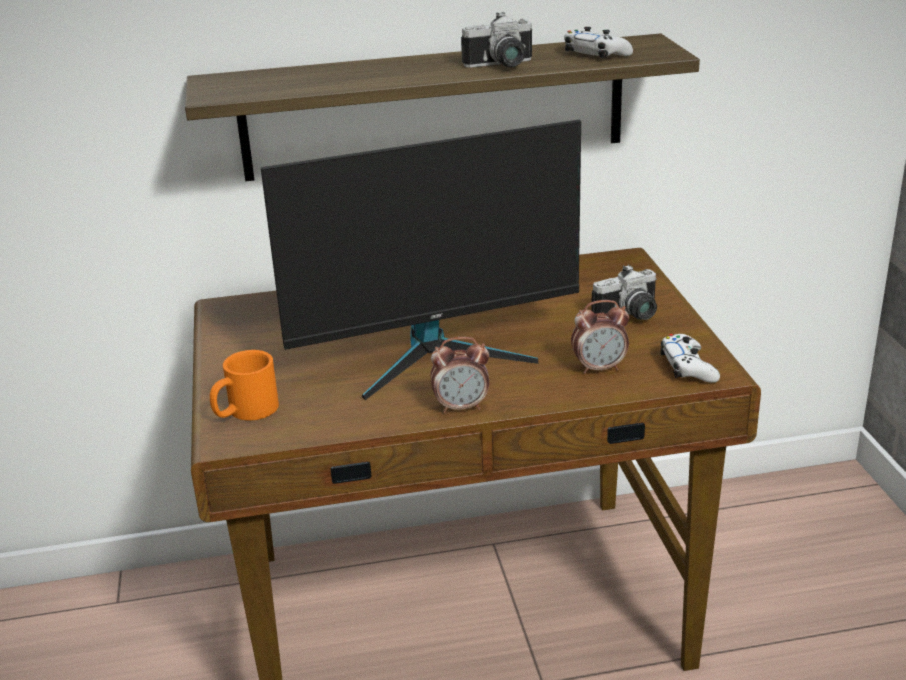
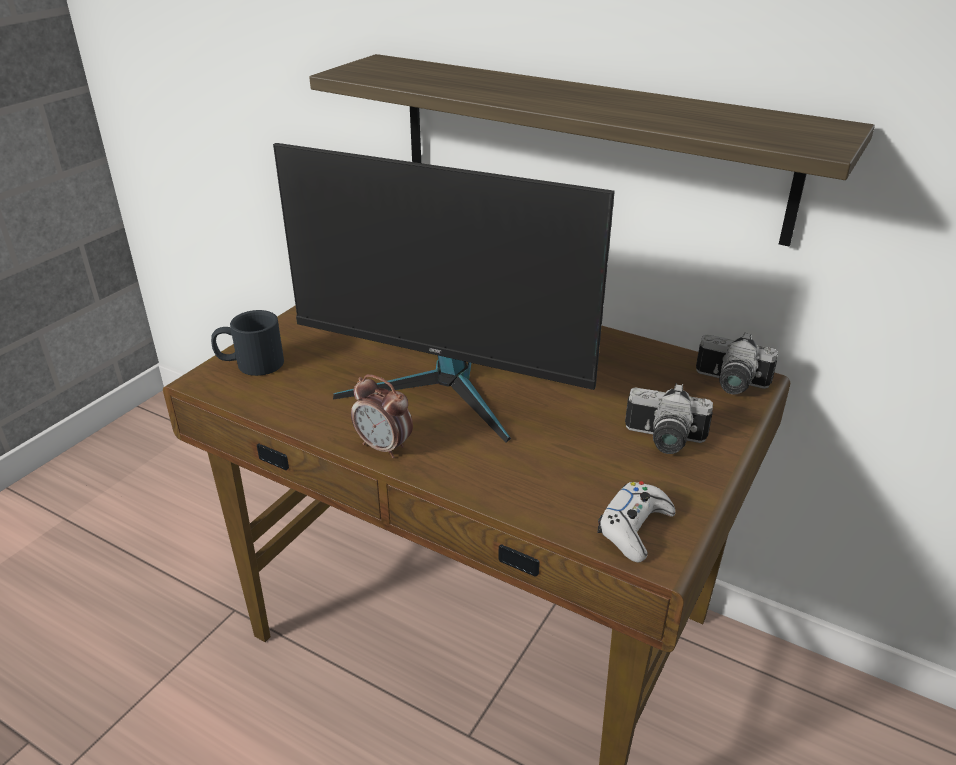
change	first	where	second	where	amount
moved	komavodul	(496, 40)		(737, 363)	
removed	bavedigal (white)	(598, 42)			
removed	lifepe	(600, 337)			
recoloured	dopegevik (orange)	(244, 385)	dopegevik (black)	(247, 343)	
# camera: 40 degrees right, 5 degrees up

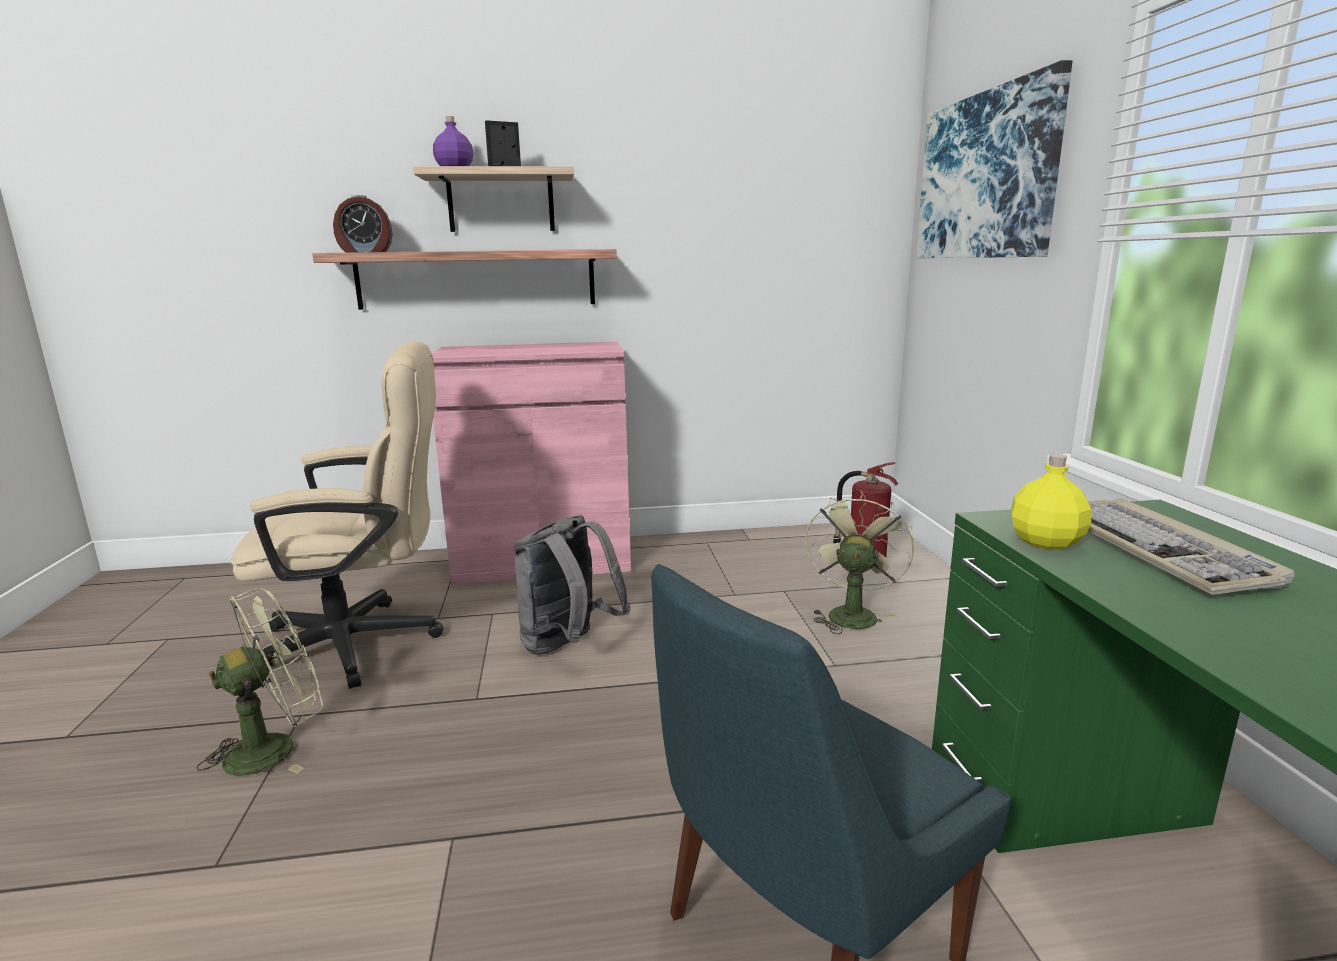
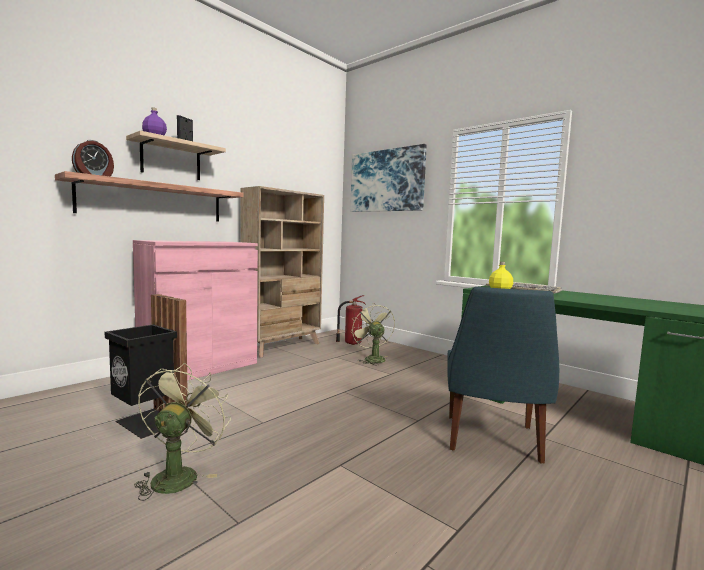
change	first	where	second	where	amount
replaced	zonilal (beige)	(337, 515)	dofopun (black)	(146, 366)	
removed	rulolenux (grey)	(572, 585)			
added			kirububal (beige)	(282, 272)	
# camera: 40 degrees left, 10 degrees down

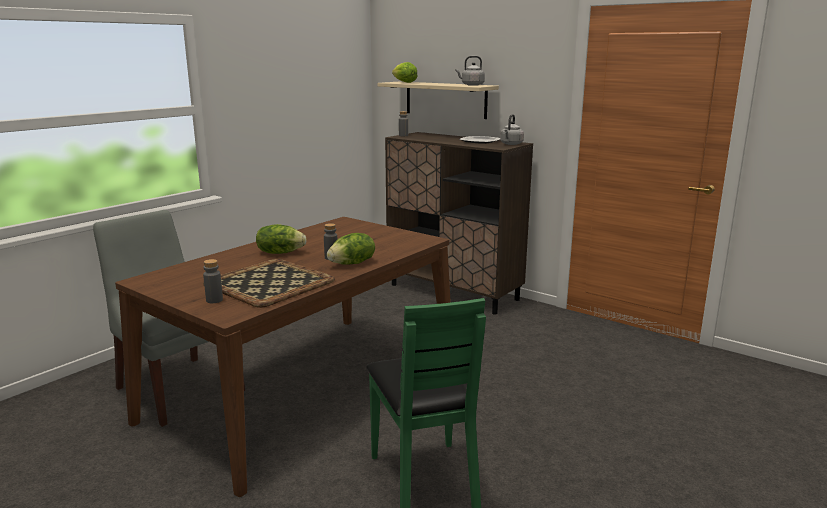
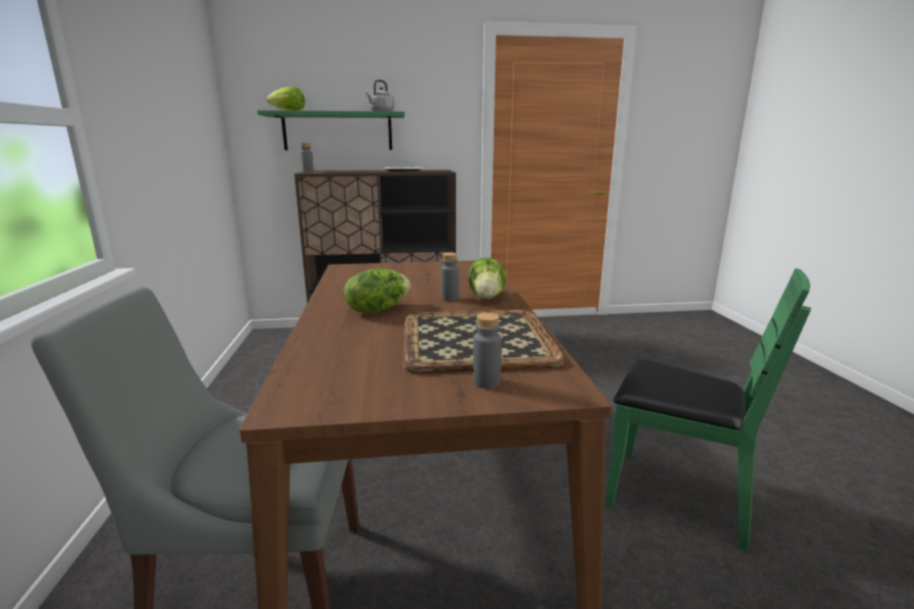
change	first	where	second	where	amount
recoloured	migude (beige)	(438, 100)	migude (green)	(331, 130)	
removed	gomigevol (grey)	(512, 129)			
# camera: 45 degrees left, 0 degrees up

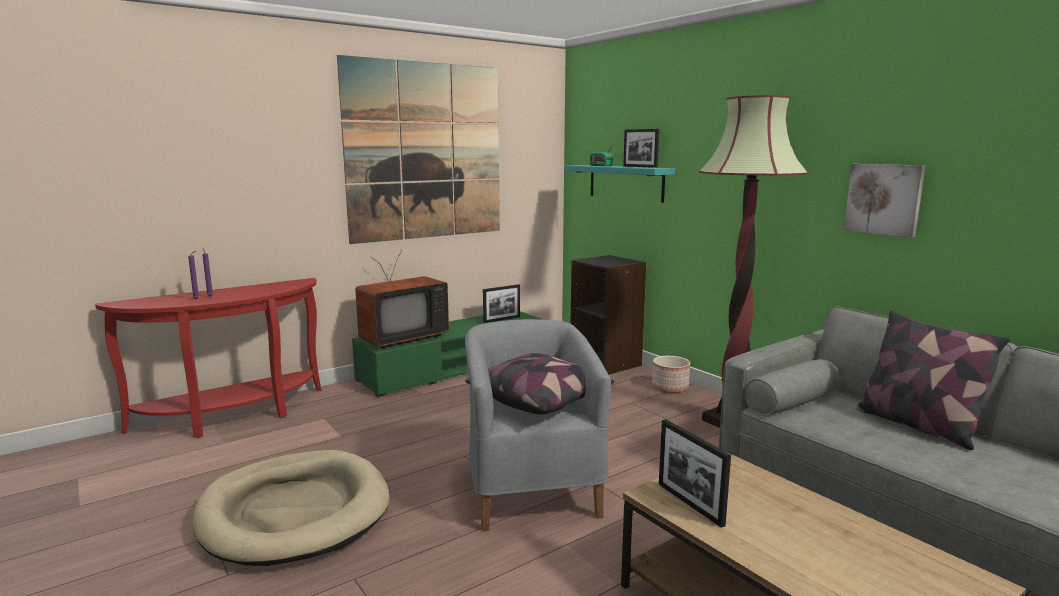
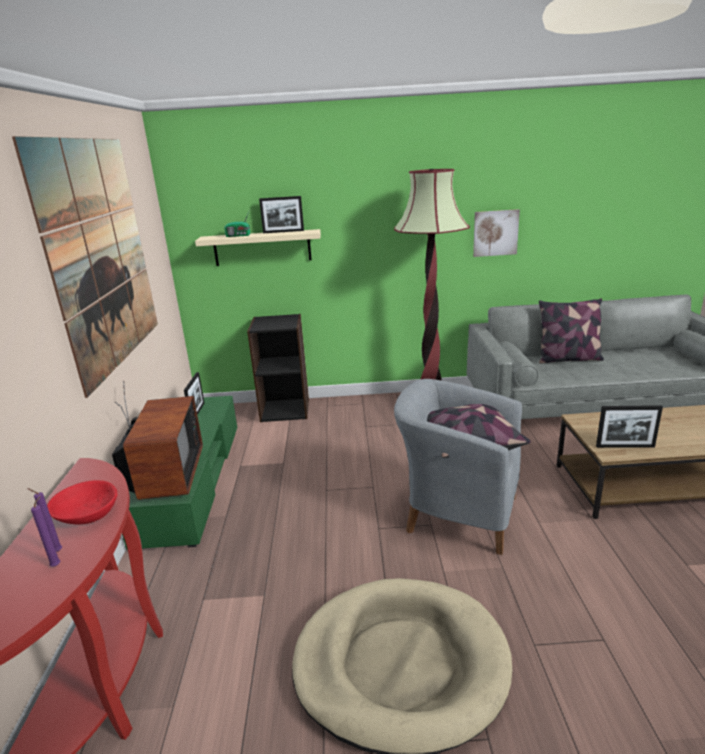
change	first	where	second	where	amount
recoloured	migude (turquoise)	(620, 184)	migude (beige)	(258, 247)	
removed	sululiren	(671, 374)			
added			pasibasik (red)	(82, 502)	
# camera: 55 degrees left, 10 degrees up

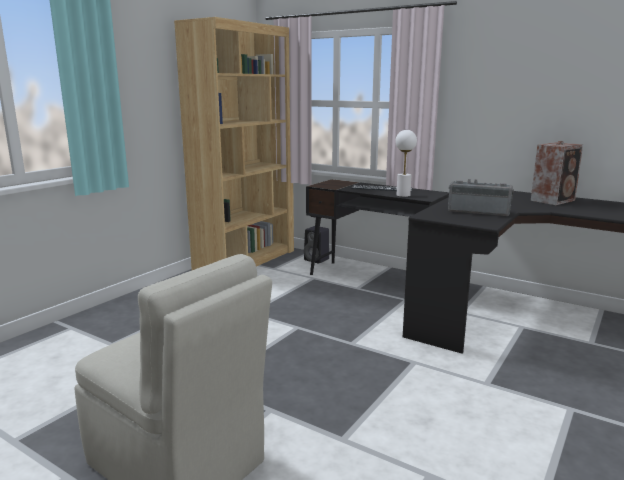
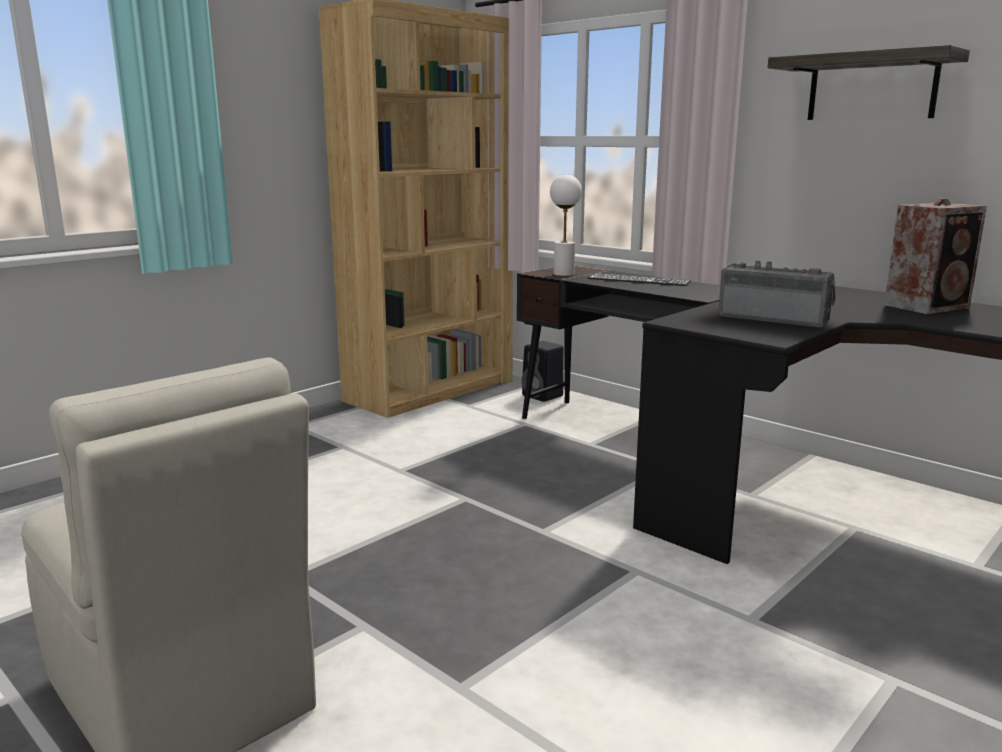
change	first	where	second	where	amount
moved	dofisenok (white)	(406, 163)		(566, 225)	
added			migude	(869, 82)	
# camera: 10 degrees right, 0 degrees up

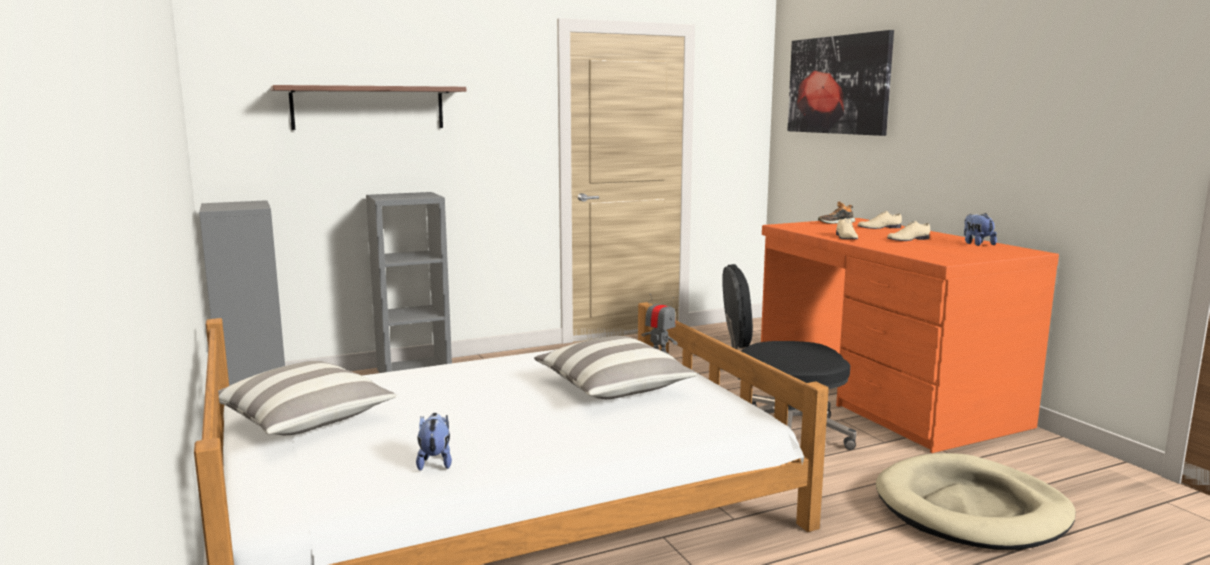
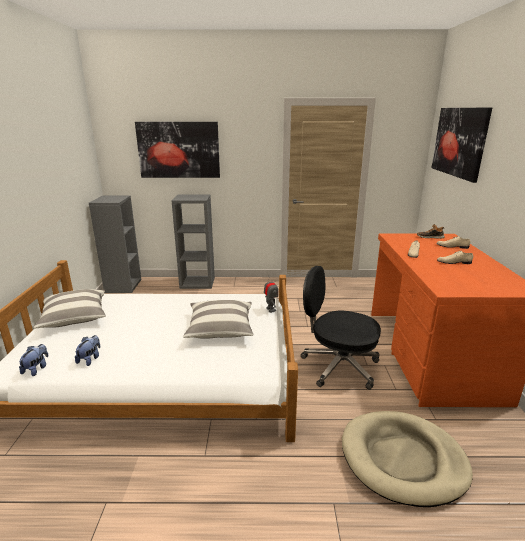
change	first	where	second	where	amount
replaced	migude	(368, 107)	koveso	(177, 150)	
moved	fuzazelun	(980, 229)		(34, 360)	
# camera: 25 degrees right, 10 degrees up

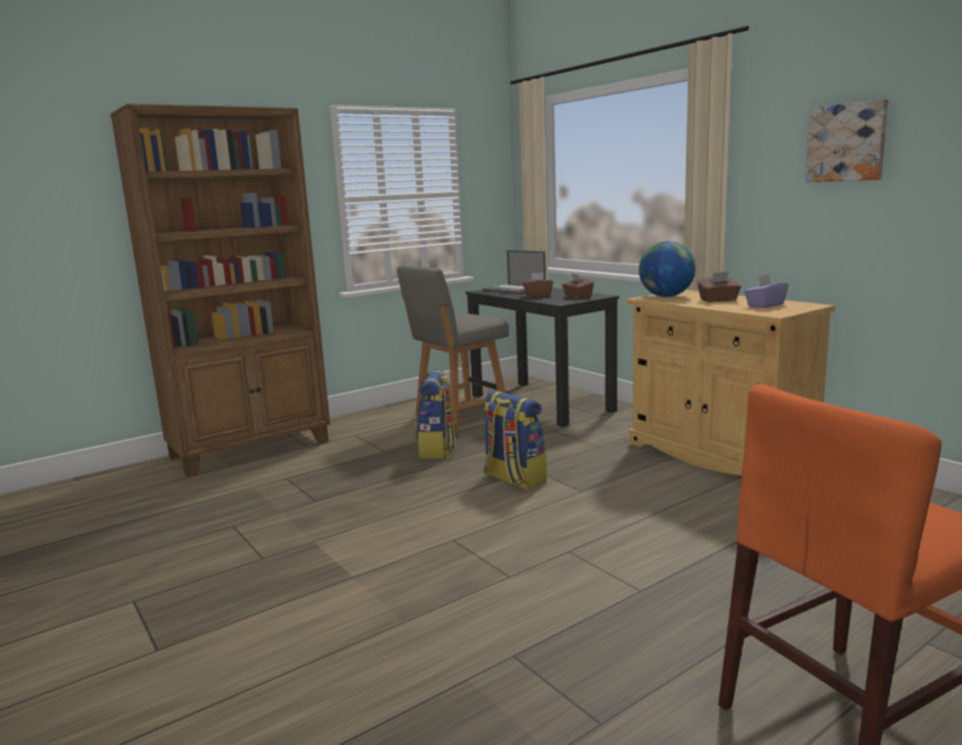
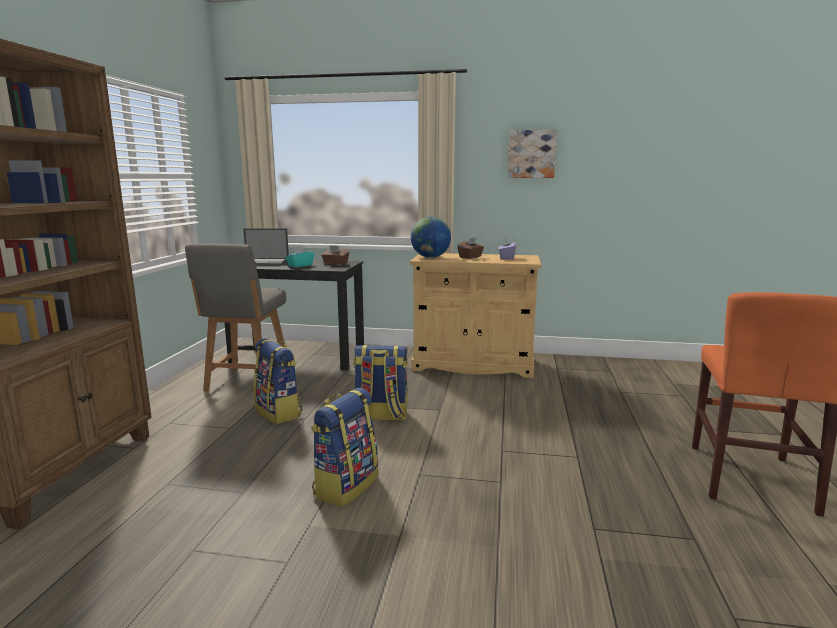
change	first	where	second	where	amount
recoloured	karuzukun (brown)	(538, 284)	karuzukun (turquoise)	(299, 256)	
added			rulolenux	(344, 447)	
# camera: 45 degrees left, 0 degrees up

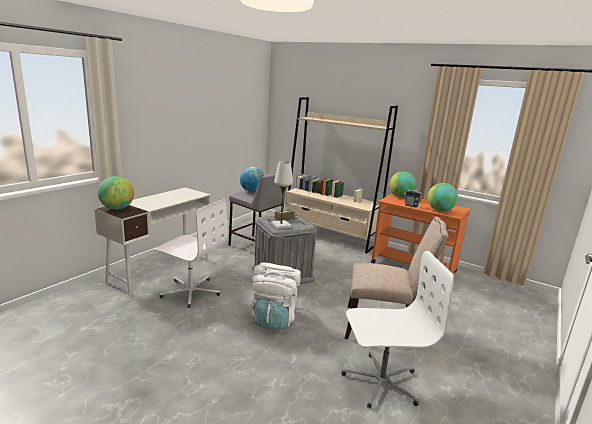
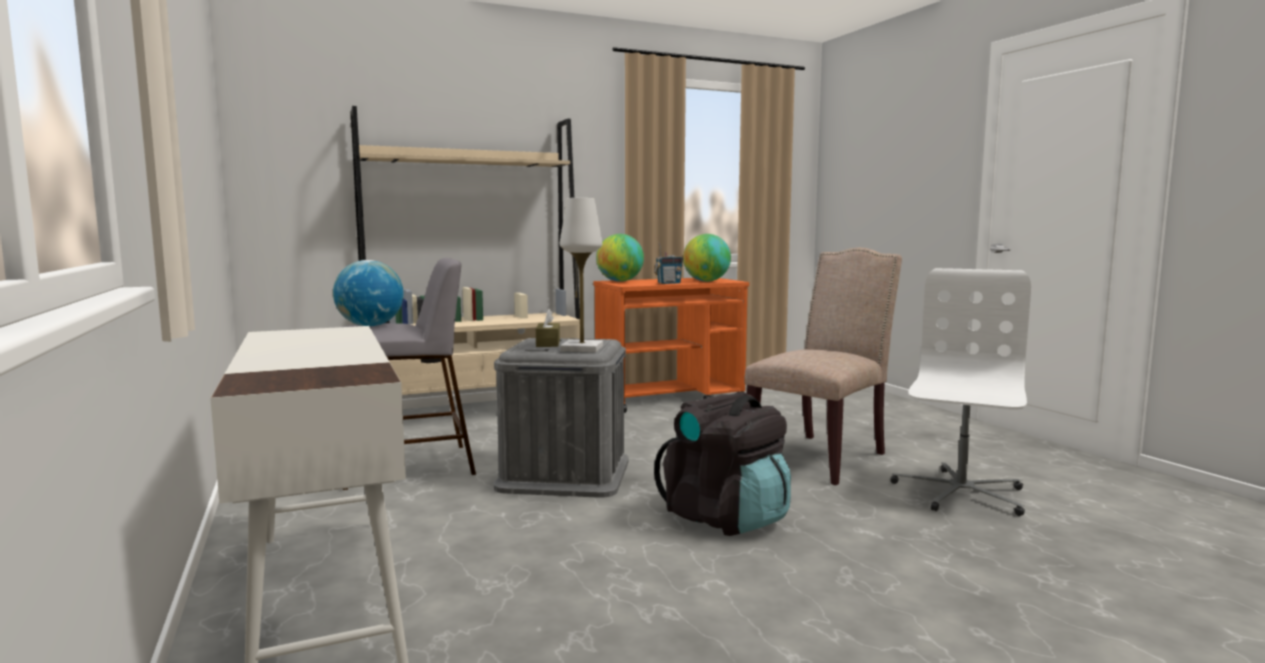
change	first	where	second	where	amount
removed	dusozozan	(116, 193)			
removed	zonilal (white)	(190, 253)			
recoloured	rulolenux (white)	(275, 296)	rulolenux (black)	(722, 464)	
# camera: 55 degrees left, 10 degrees down

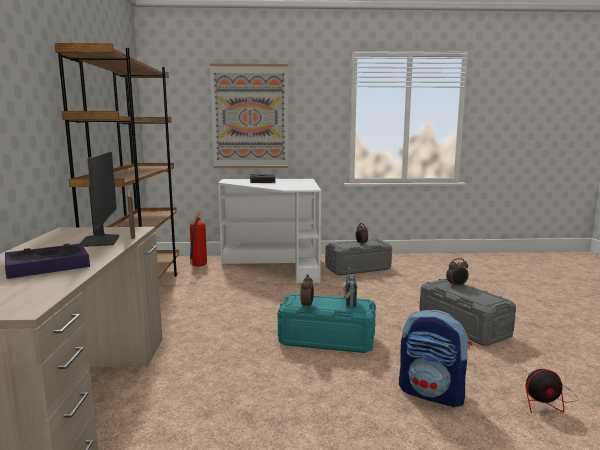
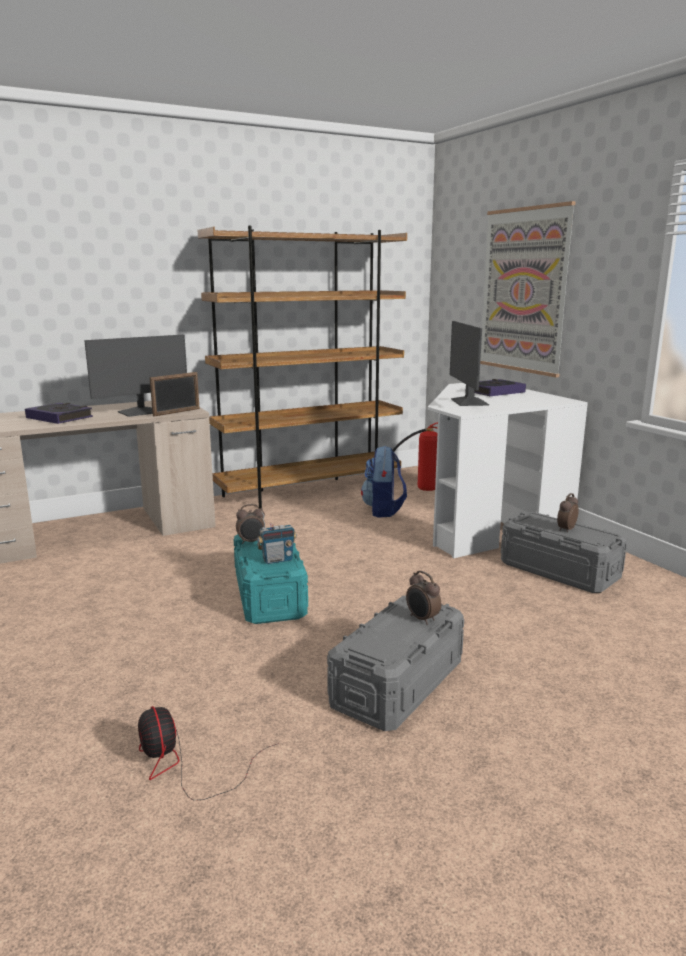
change	first	where	second	where	amount
moved	rulolenux	(435, 359)		(384, 482)	
added			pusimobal	(469, 363)	
# camera: 65 degrees right, 5 degrees up

